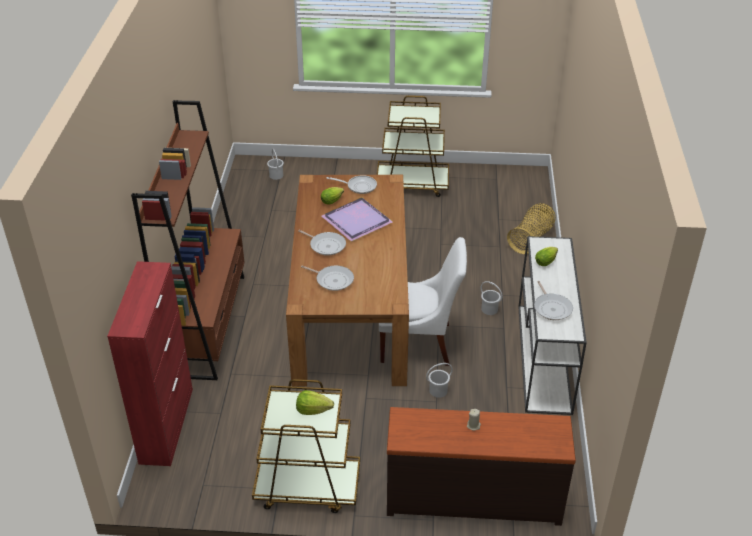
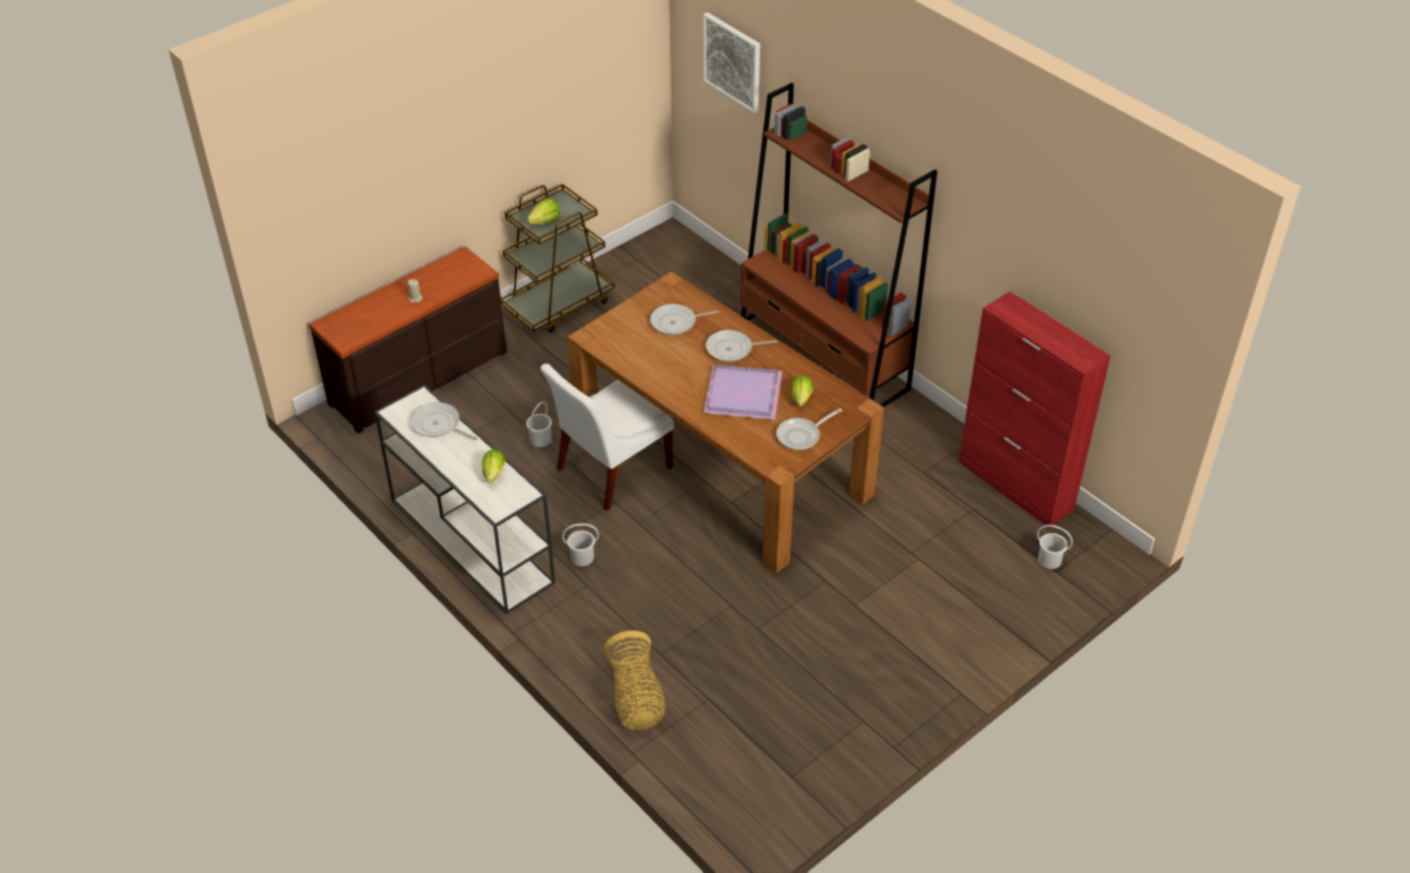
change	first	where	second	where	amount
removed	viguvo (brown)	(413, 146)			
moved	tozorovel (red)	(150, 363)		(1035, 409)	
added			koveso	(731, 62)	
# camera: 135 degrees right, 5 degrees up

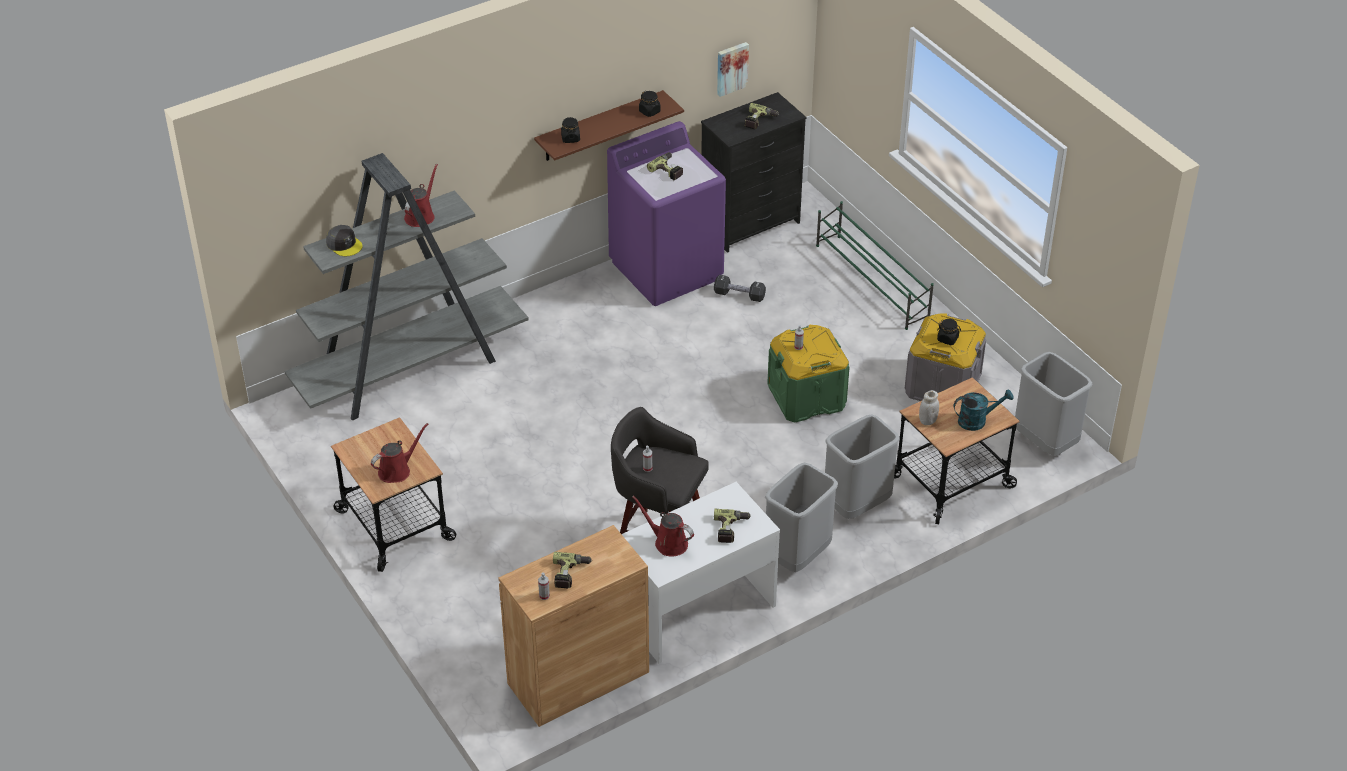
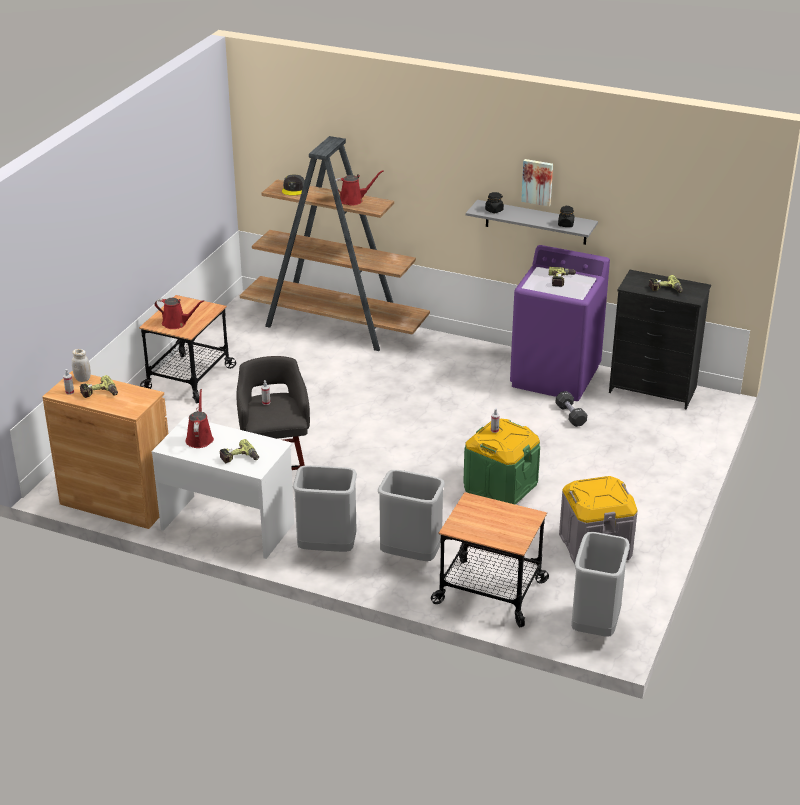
change	first	where	second	where	amount
moved	koveso	(733, 69)		(537, 182)	
recoloured	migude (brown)	(609, 125)	migude (grey)	(532, 222)	
recoloured	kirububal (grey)	(407, 286)	kirububal (brown)	(335, 243)	
removed	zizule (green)	(875, 265)			
removed	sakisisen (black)	(949, 332)			
removed	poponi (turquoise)	(984, 410)			
moved	sakisisen (white)	(929, 407)		(81, 365)	
# camera: 55 degrees right, 10 degrees down

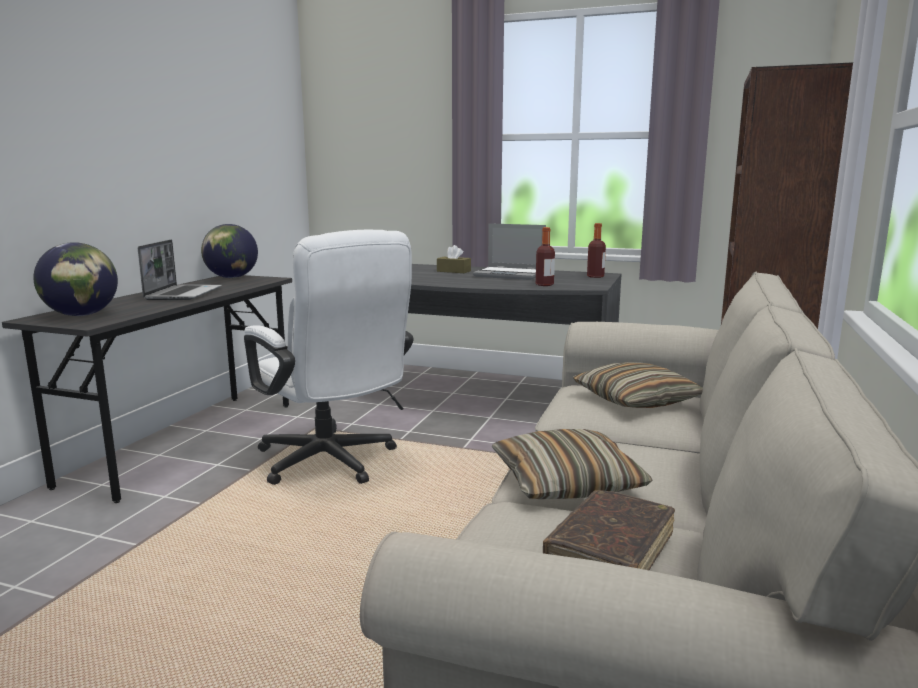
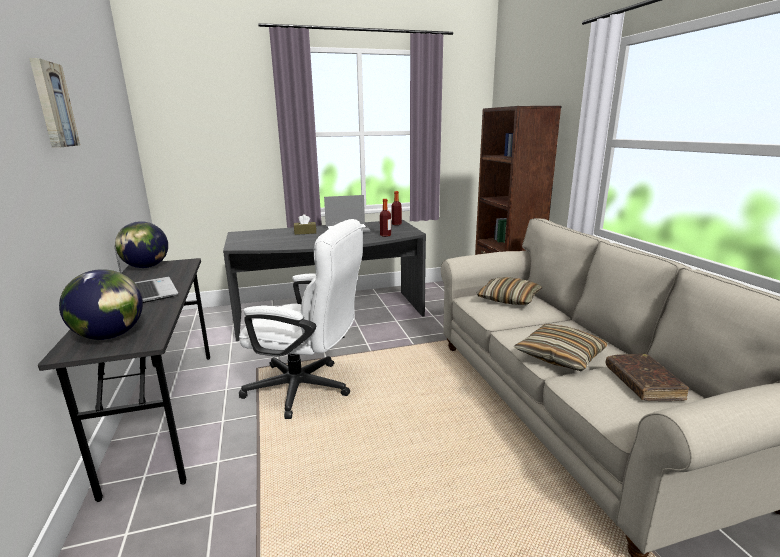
change	first	where	second	where	amount
added			koveso	(54, 103)	
# camera: 35 degrees left, 5 degrees up

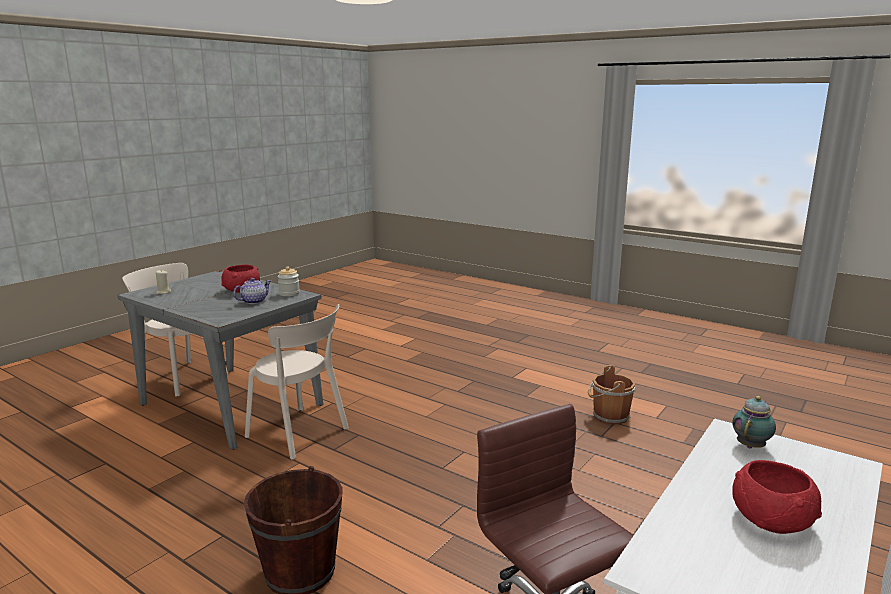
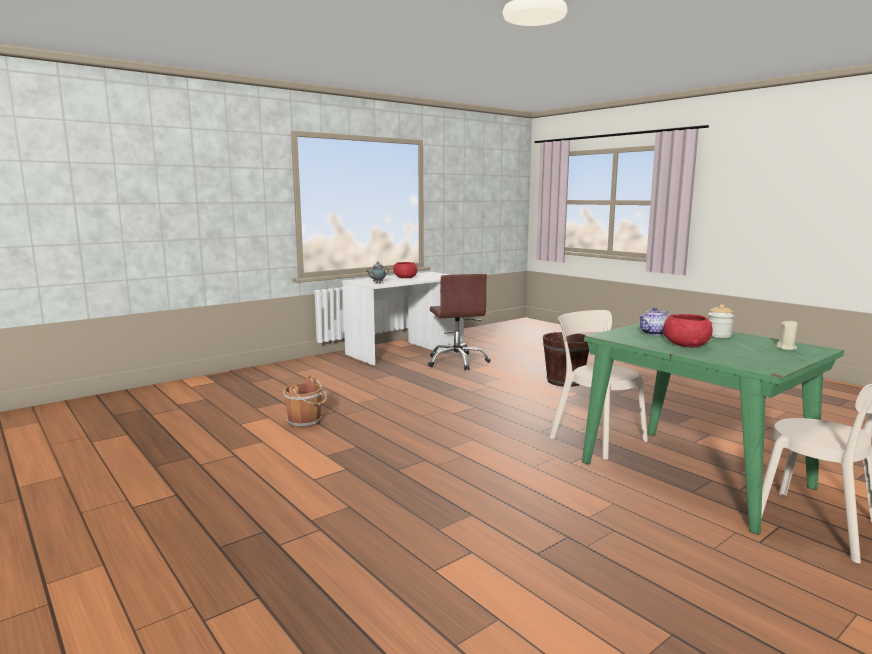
change	first	where	second	where	amount
moved	sakisisen	(288, 281)		(721, 321)	
recoloured	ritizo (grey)	(220, 360)	ritizo (green)	(713, 429)	
# camera: 165 degrees left, 5 degrees down

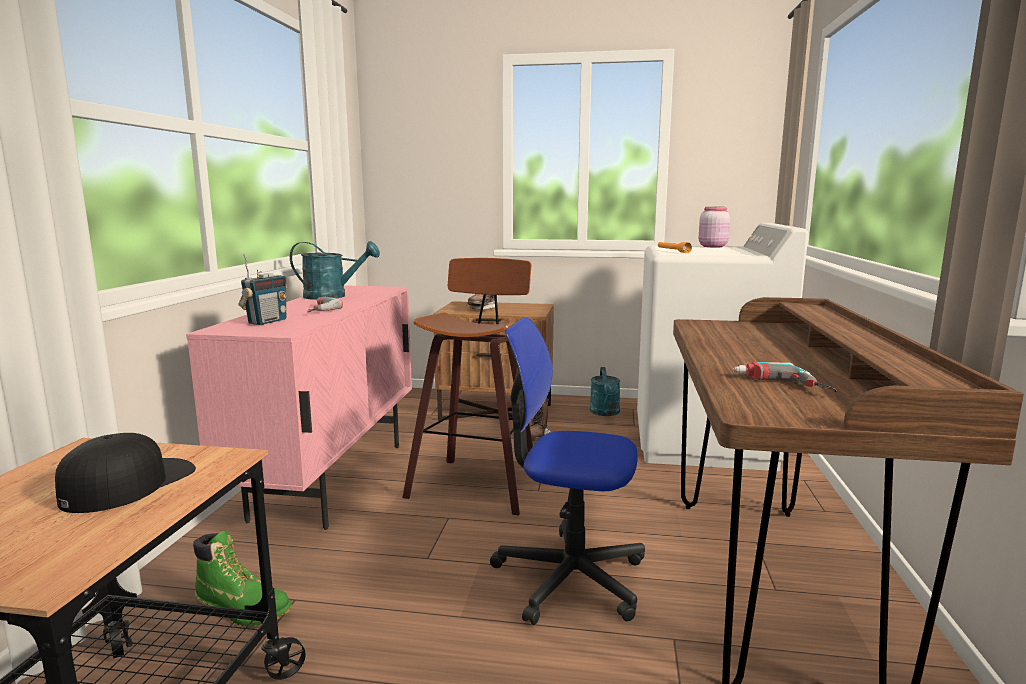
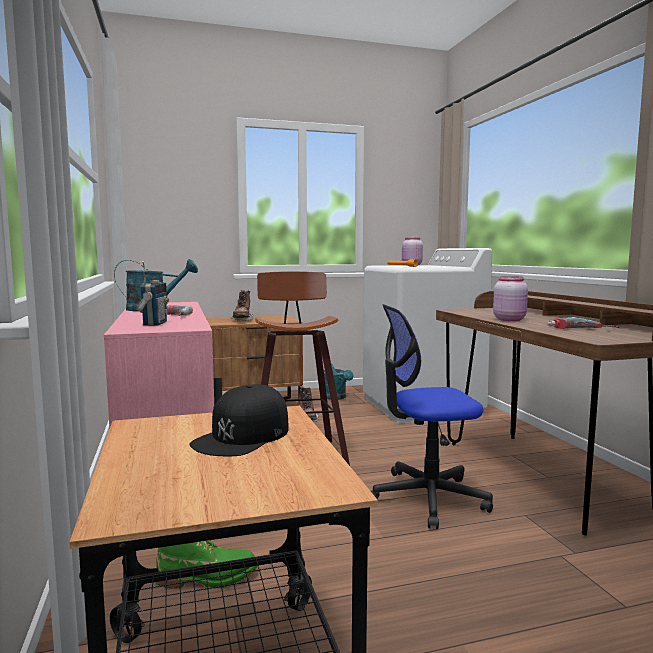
change	first	where	second	where	amount
turned	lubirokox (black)	(125, 473)		(239, 420)	150 degrees counterclockwise
added			sakisisen (pink)	(510, 298)	
# camera: 25 degrees left, 5 degrees down

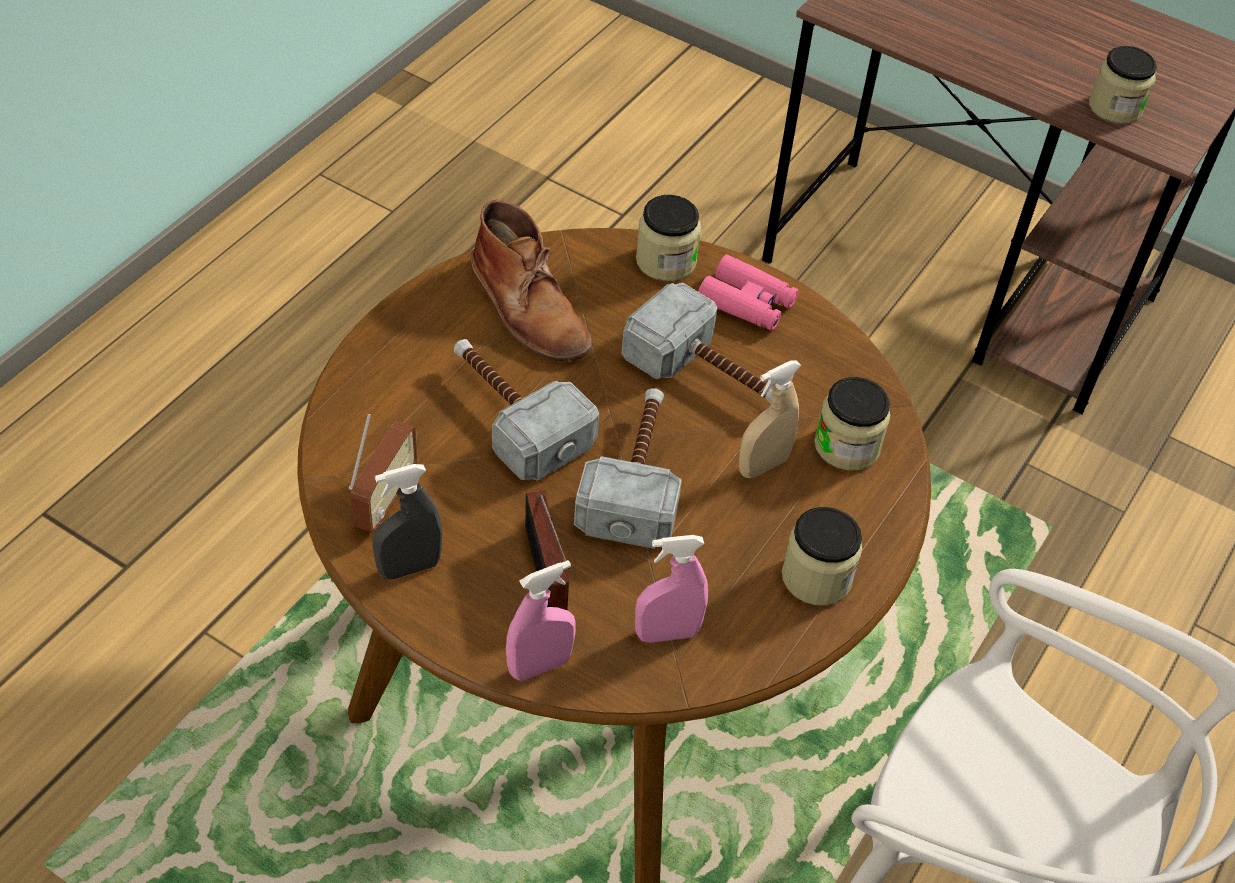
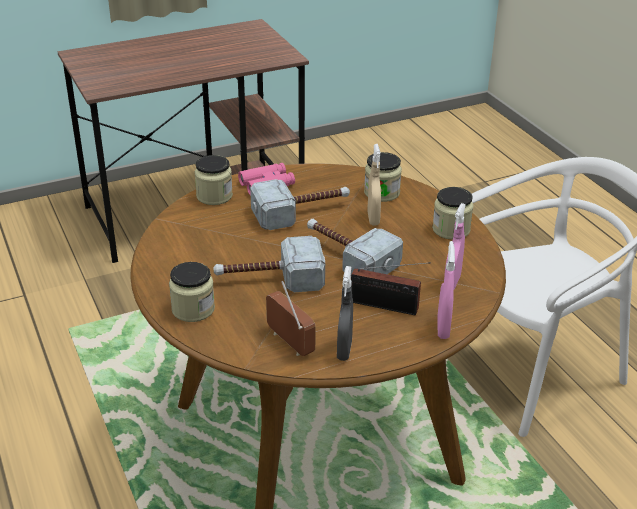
change	first	where	second	where	amount
moved	sakisisen	(1123, 85)		(192, 292)	
removed	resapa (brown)	(531, 280)			
# camera: 55 degrees left, 15 degrees down

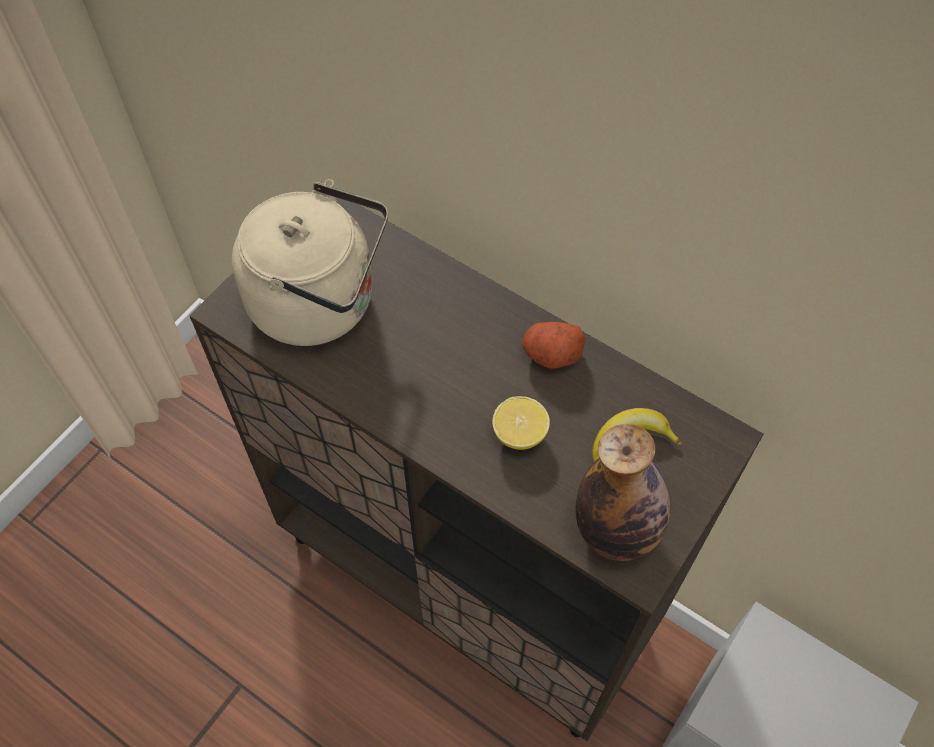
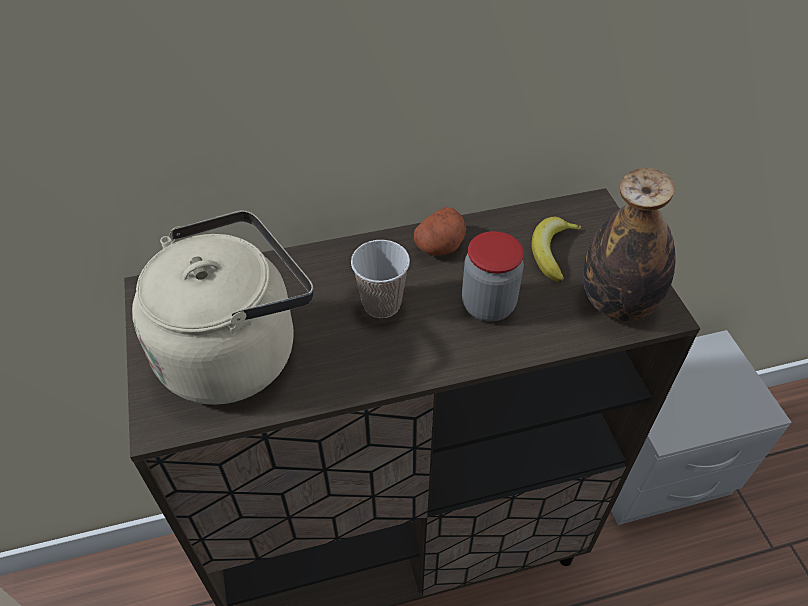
change	first	where	second	where	amount
replaced	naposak	(521, 423)	sakisisen	(493, 276)	
added			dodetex	(380, 279)	
# camera: 50 degrees left, 10 degrees down

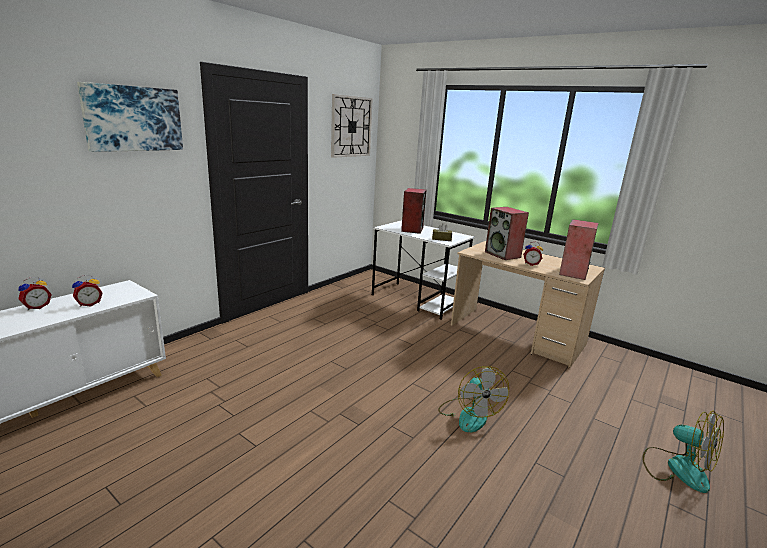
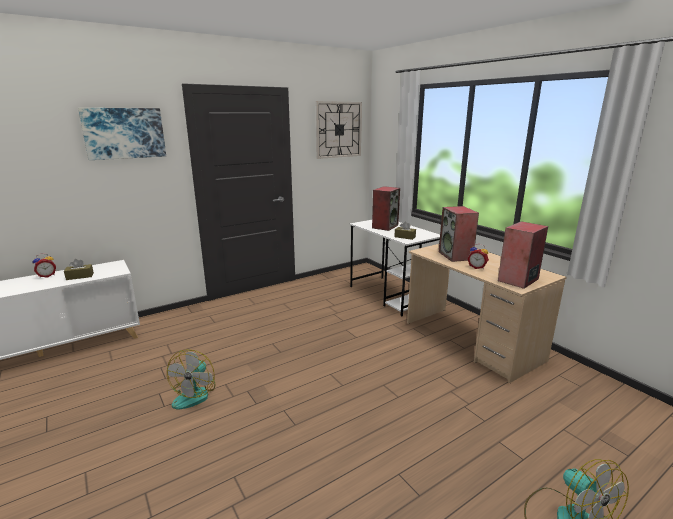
change	first	where	second	where	amount
replaced	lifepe	(87, 291)	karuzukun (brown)	(79, 269)	
moved	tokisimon	(473, 399)		(191, 379)	
# camera: 20 degrees right, 0 degrees up

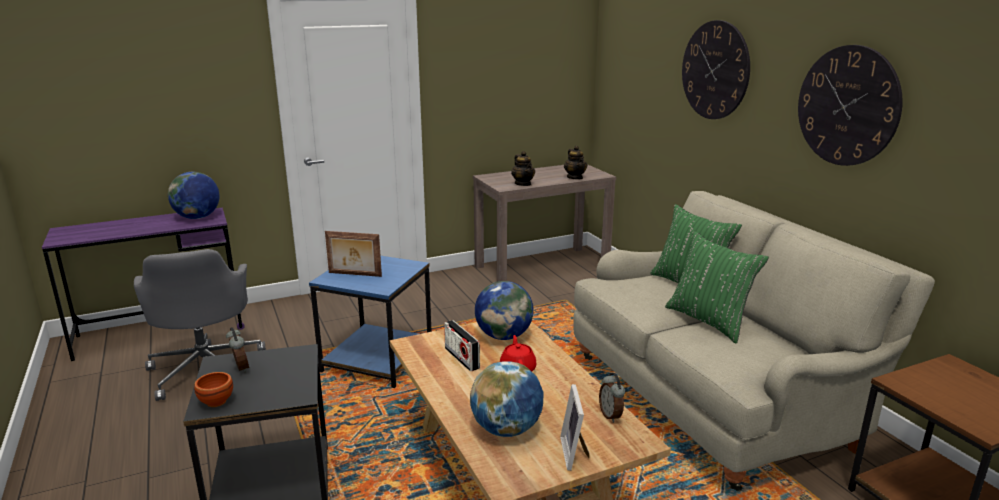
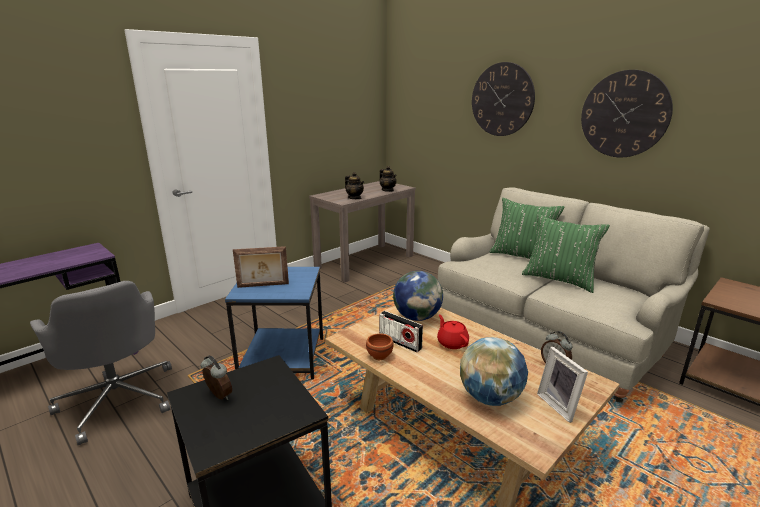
change	first	where	second	where	amount
removed	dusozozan	(194, 195)			
moved	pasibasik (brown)	(213, 389)		(380, 346)	
# camera: 20 degrees left, 0 degrees up

